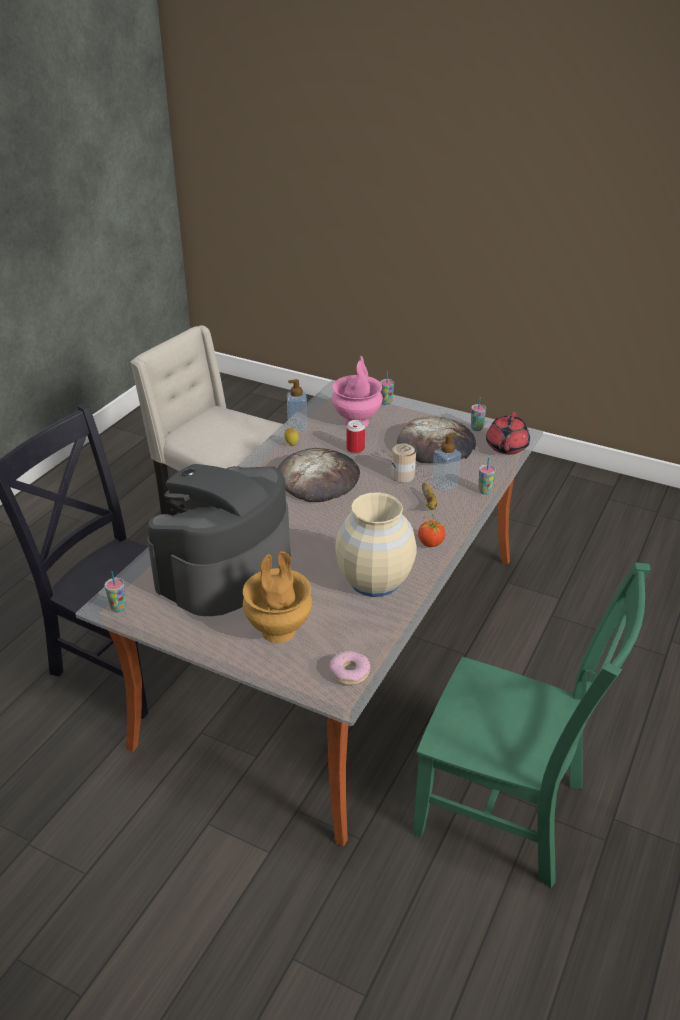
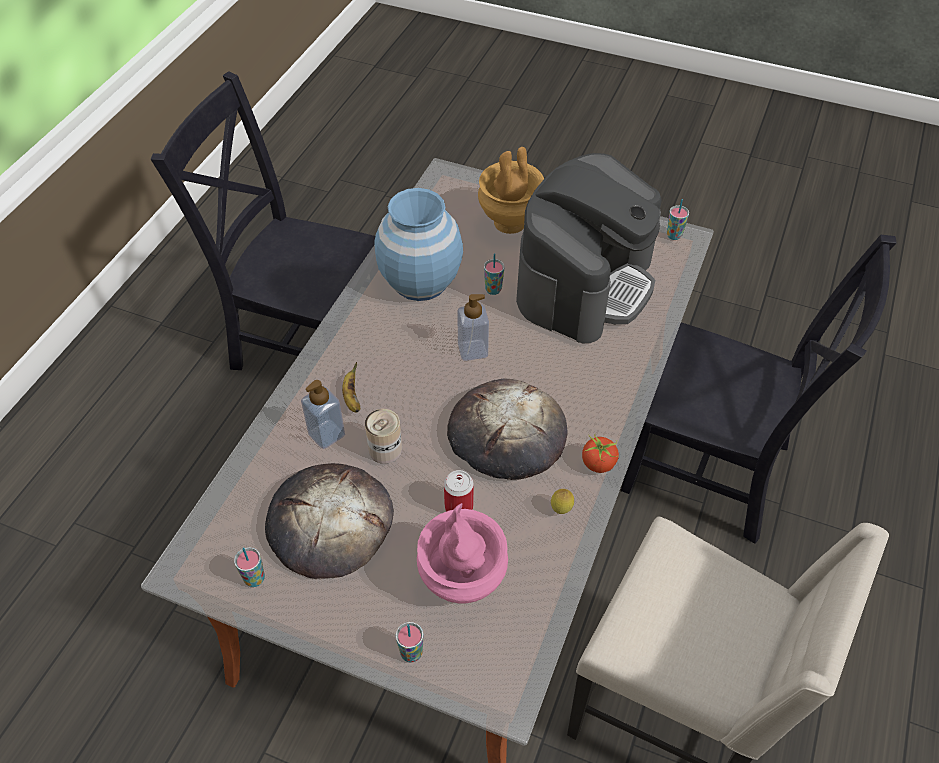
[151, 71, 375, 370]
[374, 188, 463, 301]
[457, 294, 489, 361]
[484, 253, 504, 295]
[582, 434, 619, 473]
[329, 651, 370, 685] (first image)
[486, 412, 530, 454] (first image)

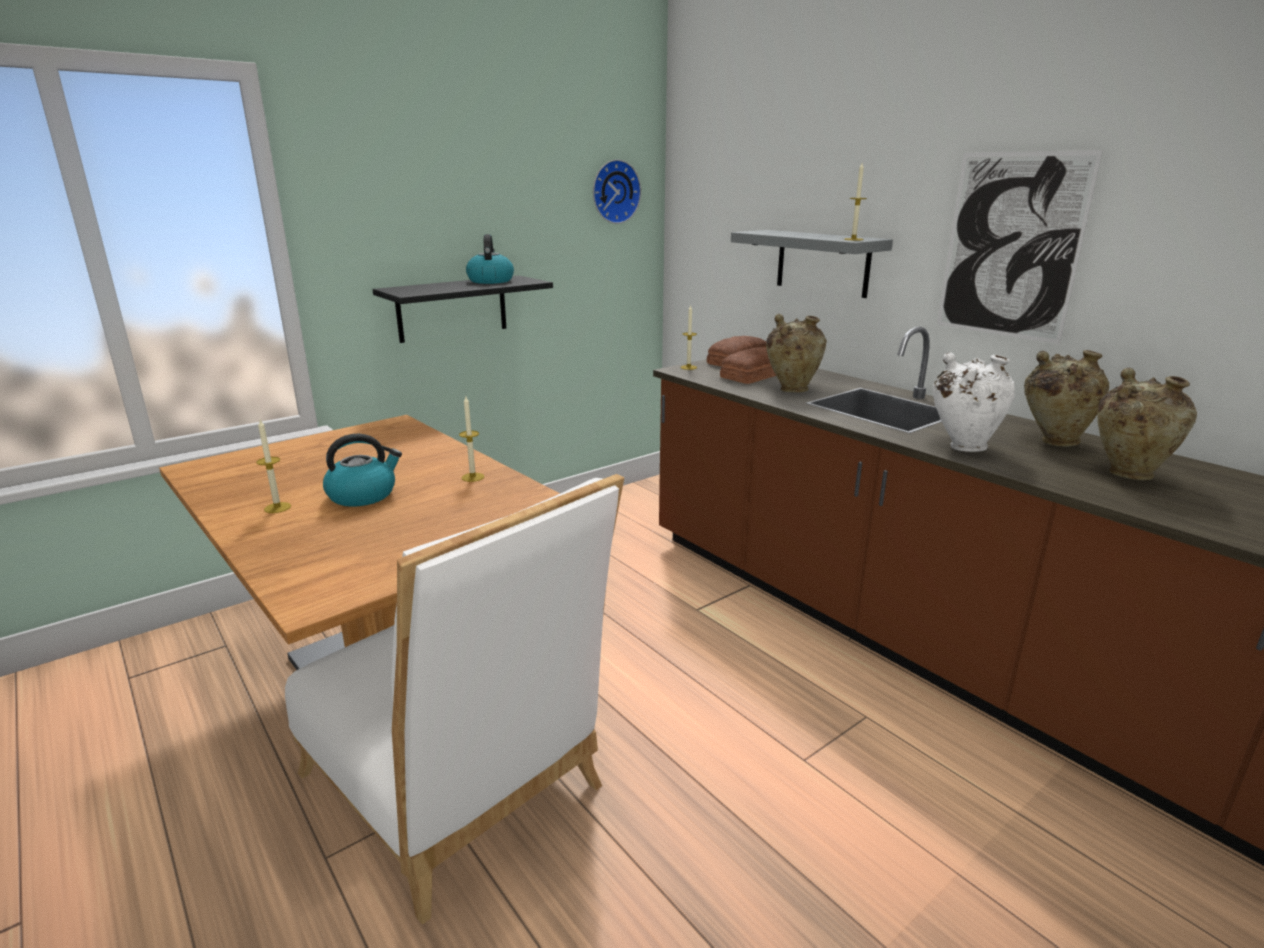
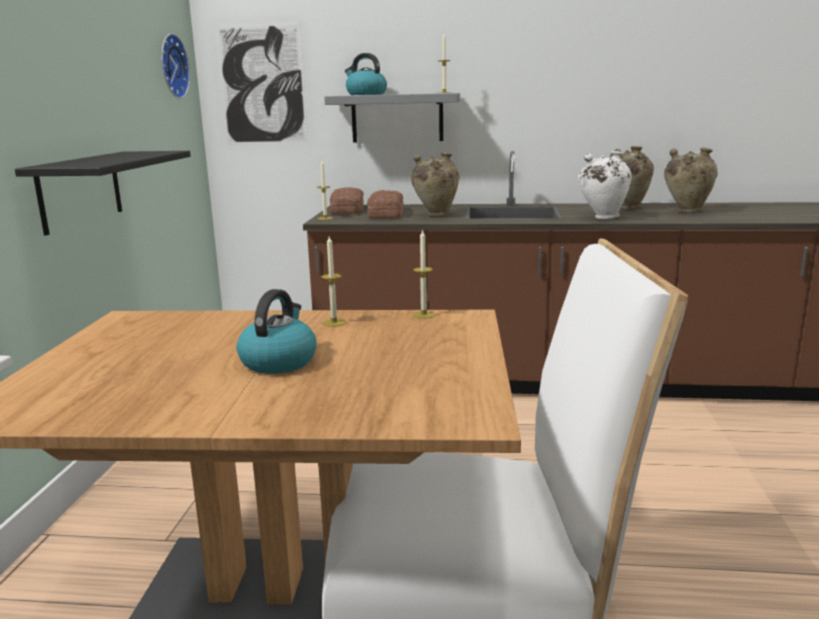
[215, 22, 308, 145]
[345, 53, 387, 95]
[412, 229, 435, 319]

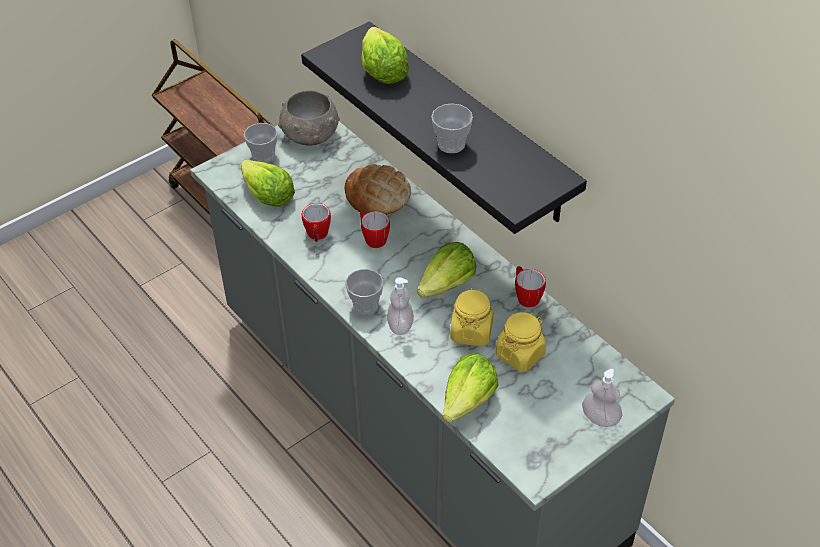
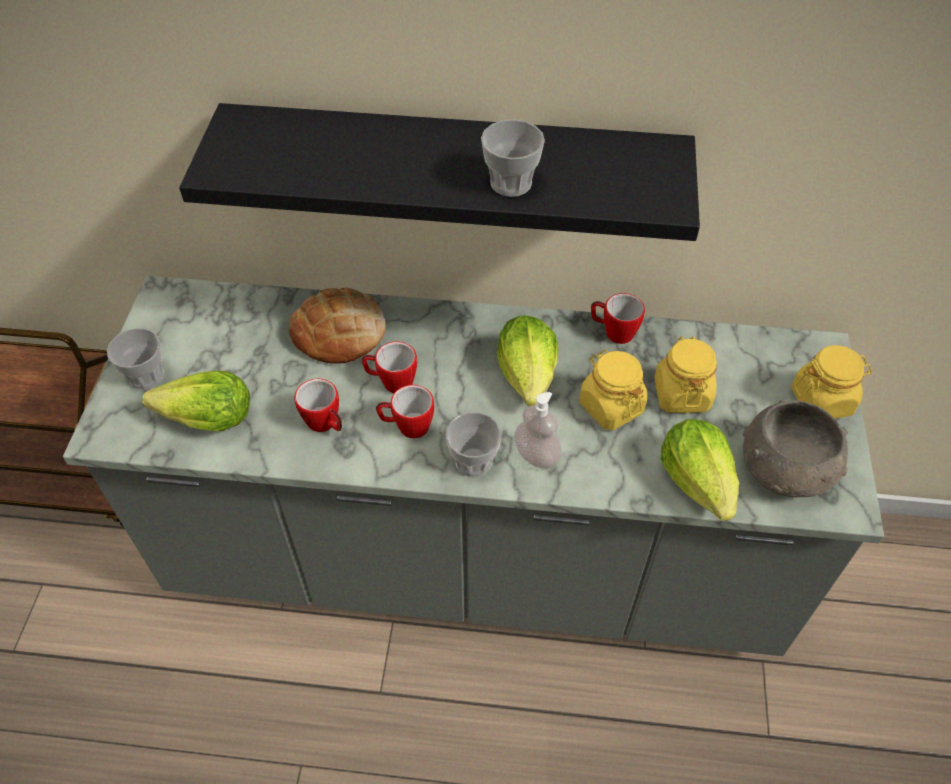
[376, 385, 434, 438]
[743, 399, 848, 497]
[791, 345, 872, 419]
[361, 27, 409, 84] (first image)

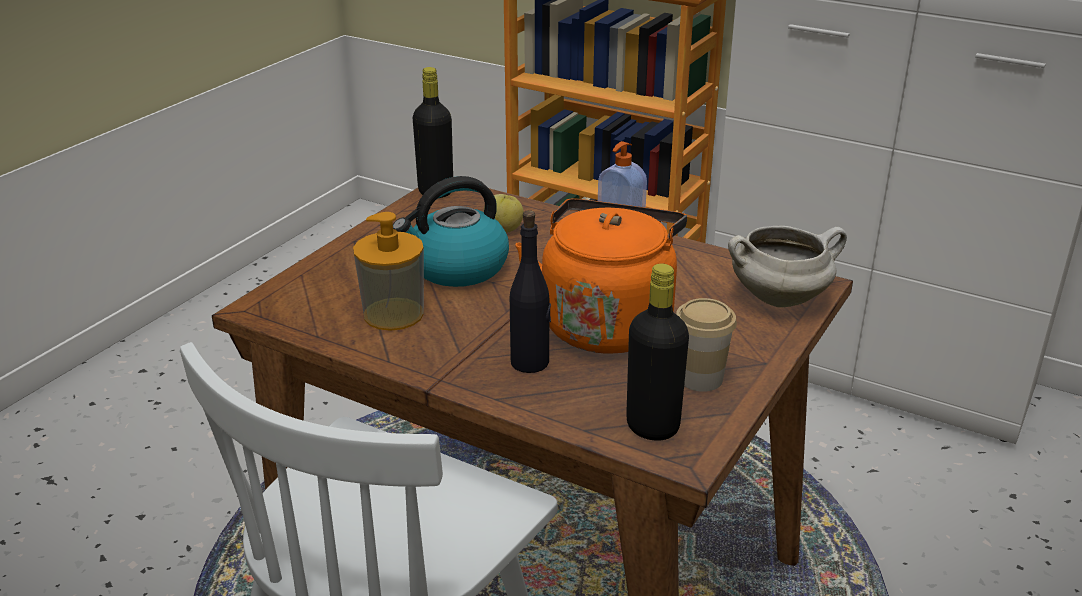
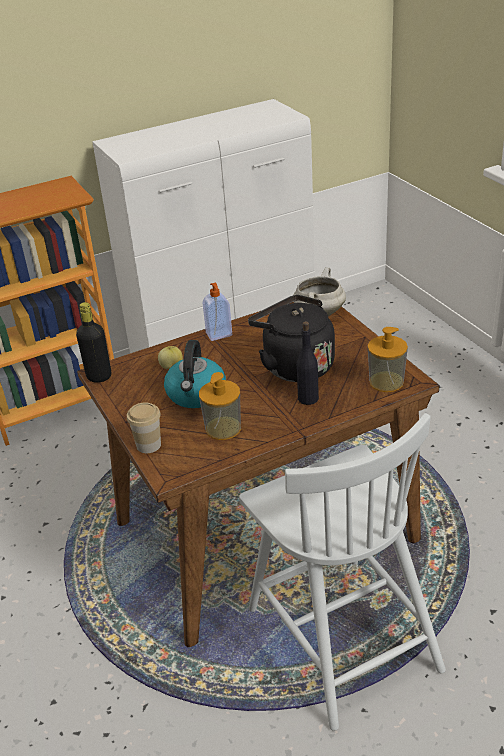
[127, 402, 161, 453]
[248, 295, 335, 382]
[368, 327, 408, 392]

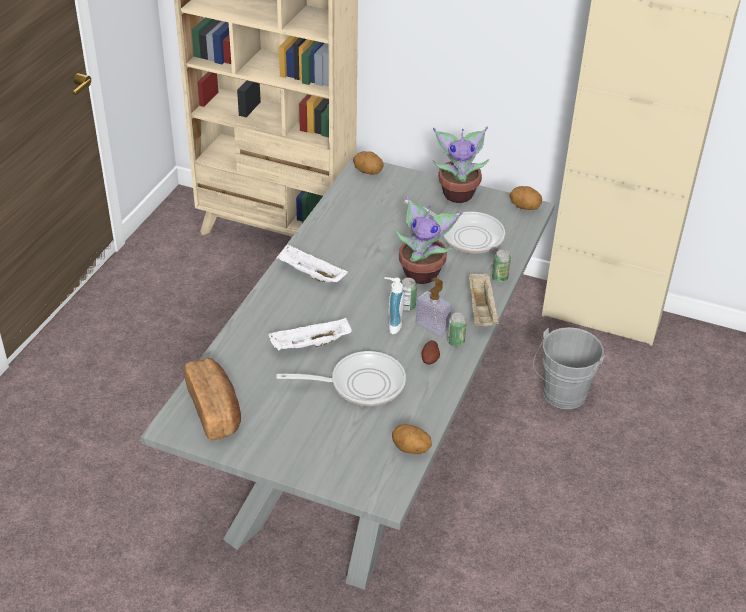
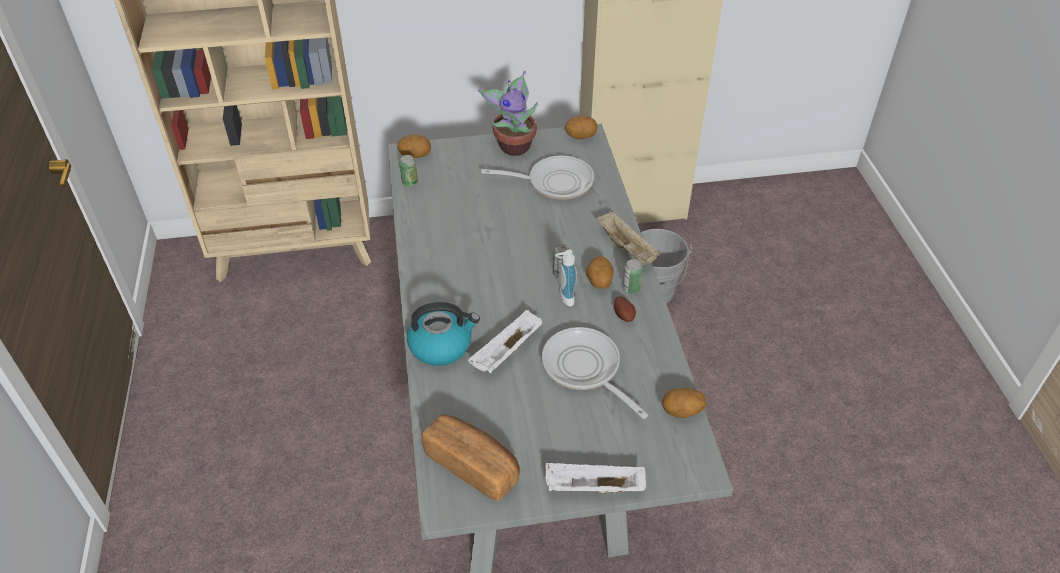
[399, 155, 418, 187]
[407, 302, 480, 366]
[542, 327, 648, 419]
[545, 463, 647, 493]
[586, 256, 613, 289]
[395, 196, 463, 284] (first image)

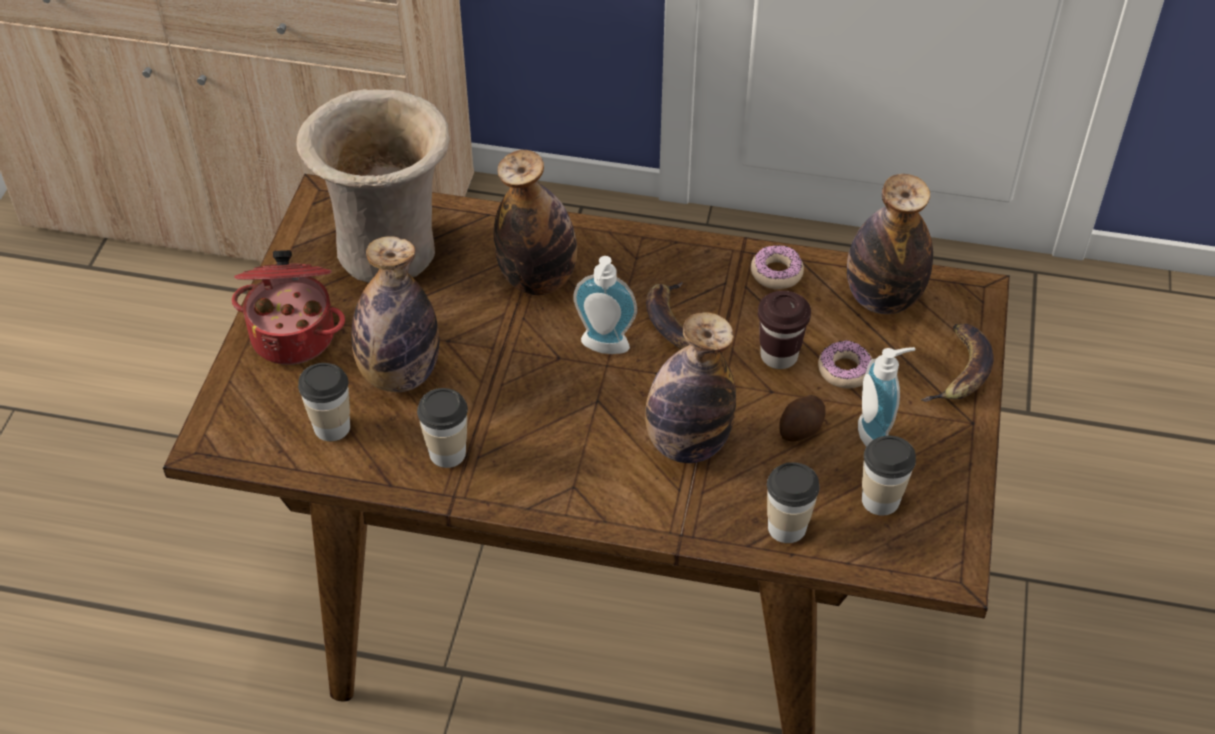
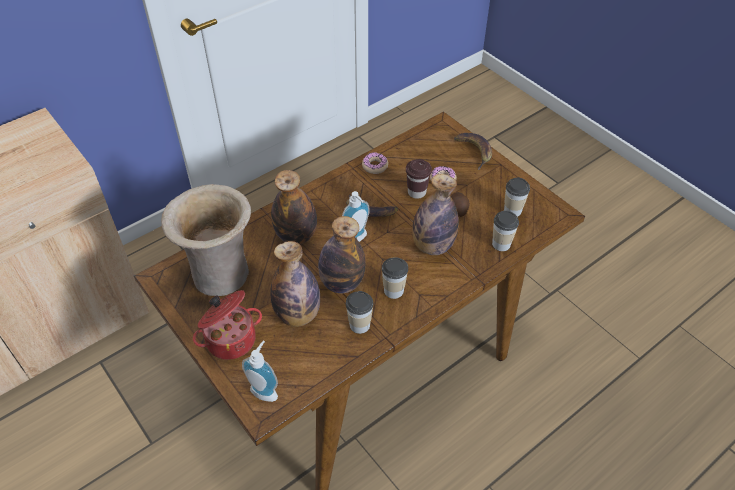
[242, 340, 278, 402]
[318, 216, 365, 293]
[382, 257, 408, 299]

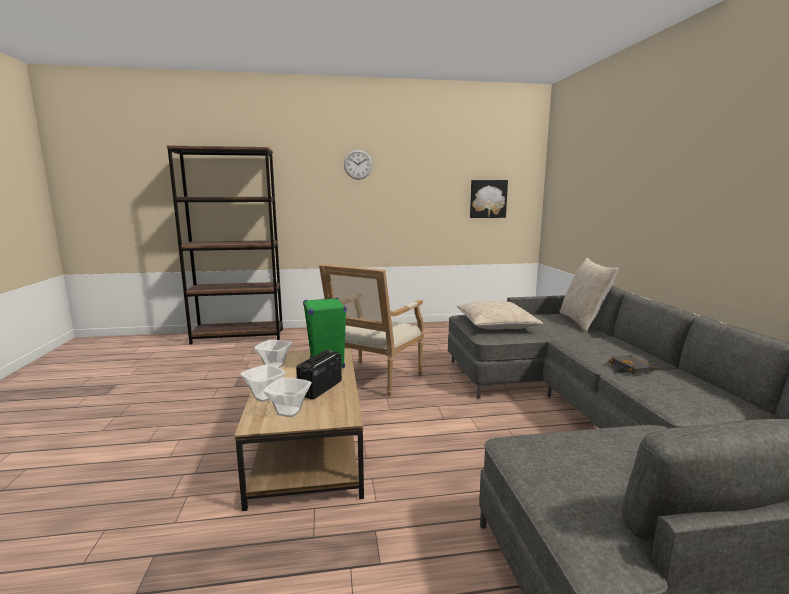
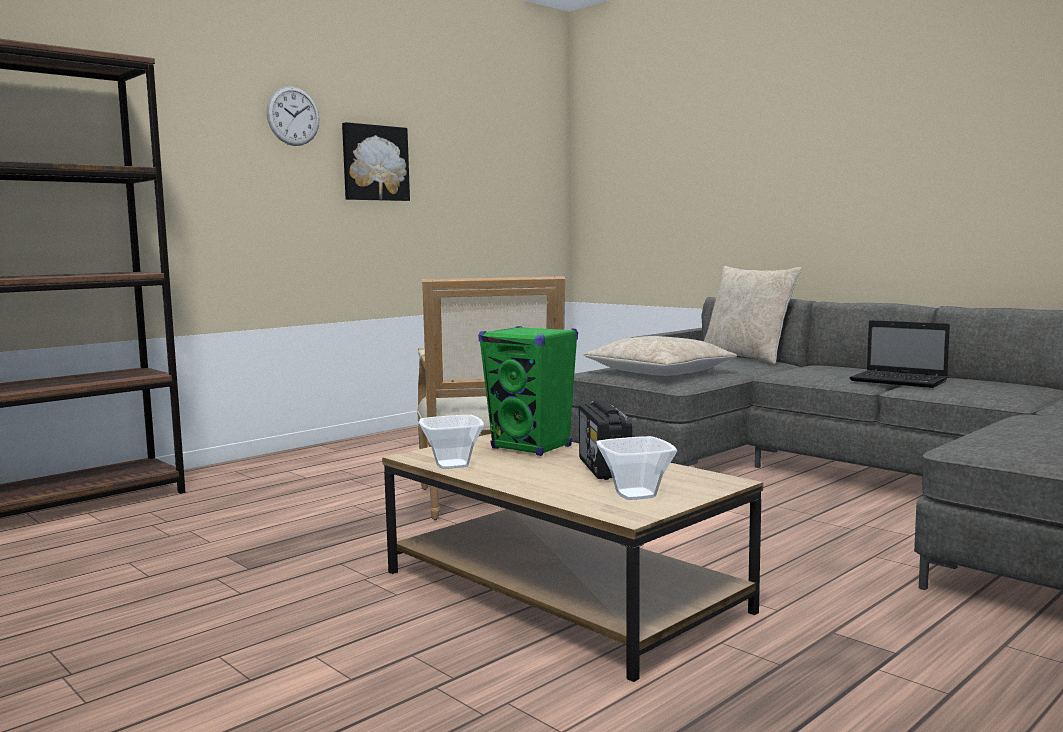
[342, 122, 410, 201]
[849, 320, 950, 388]
[240, 364, 286, 402] (first image)

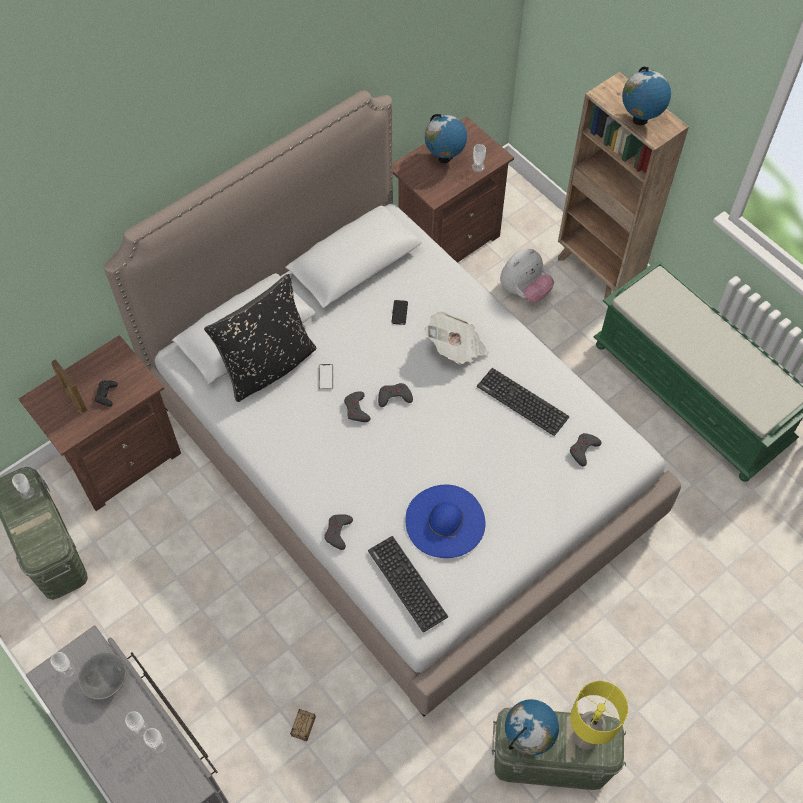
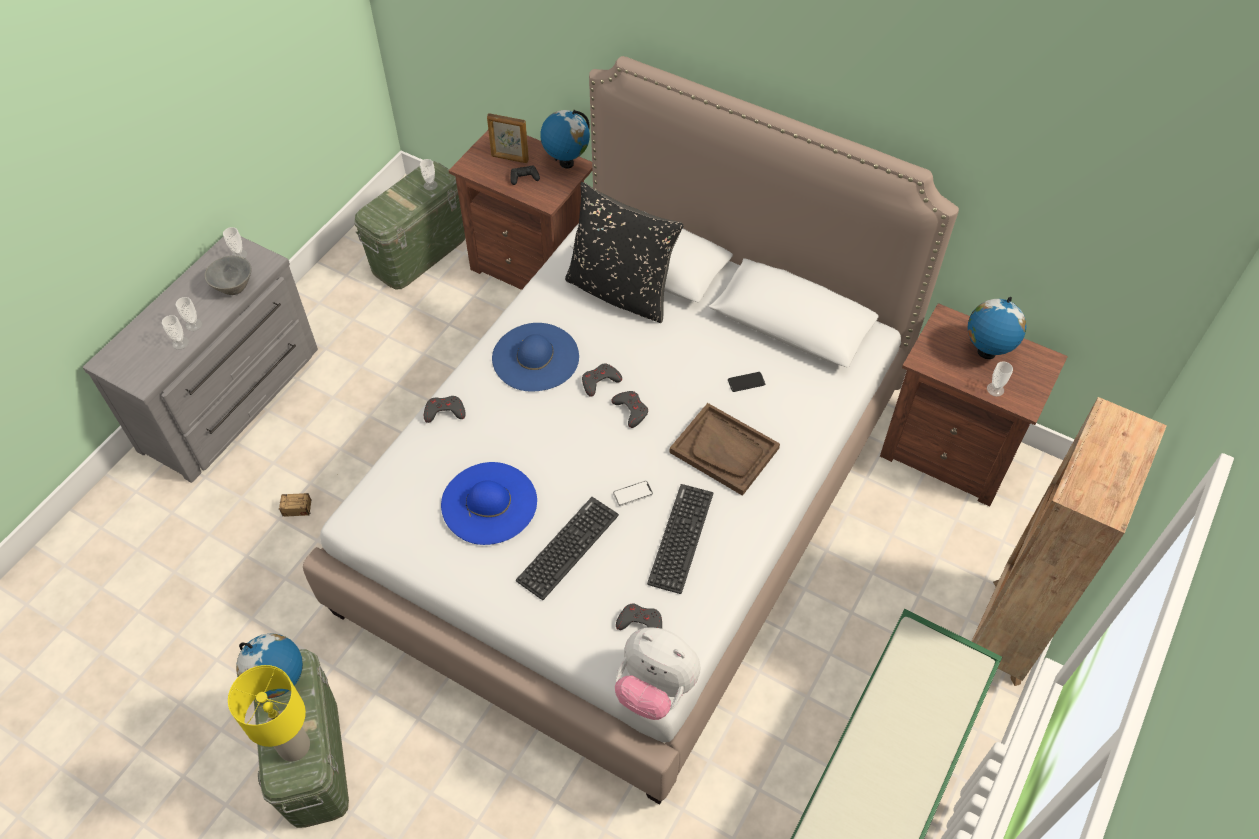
[487, 113, 529, 163]
[492, 323, 579, 391]
[516, 497, 619, 600]
[540, 110, 590, 169]
[613, 481, 653, 506]
[615, 628, 700, 720]
[669, 403, 780, 496]

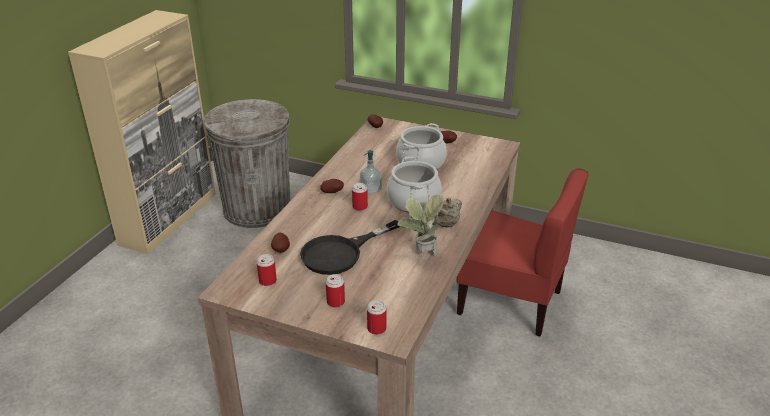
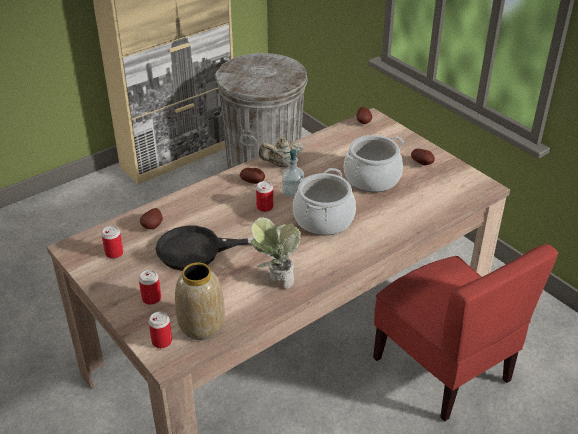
[175, 263, 225, 340]
[259, 137, 303, 167]

